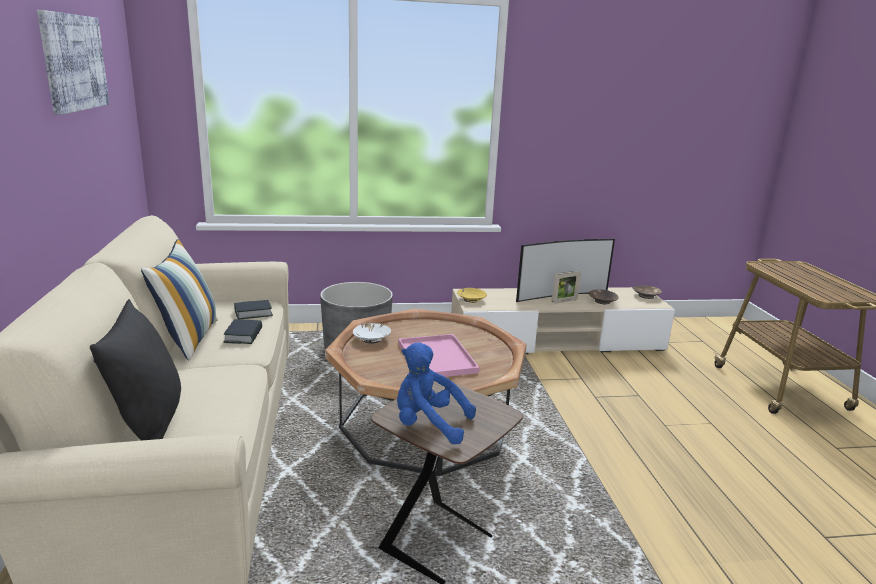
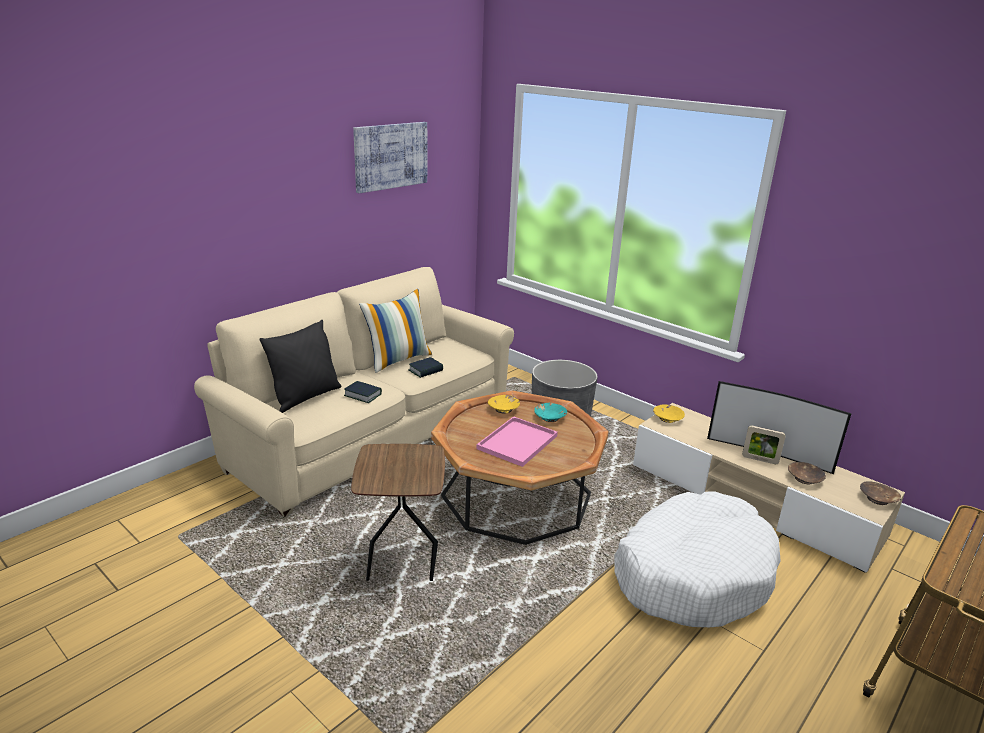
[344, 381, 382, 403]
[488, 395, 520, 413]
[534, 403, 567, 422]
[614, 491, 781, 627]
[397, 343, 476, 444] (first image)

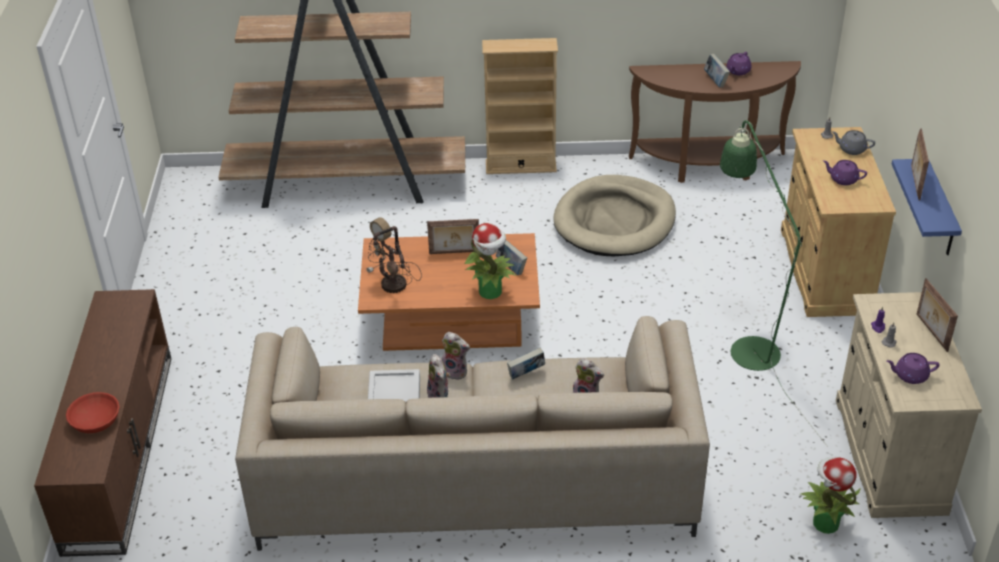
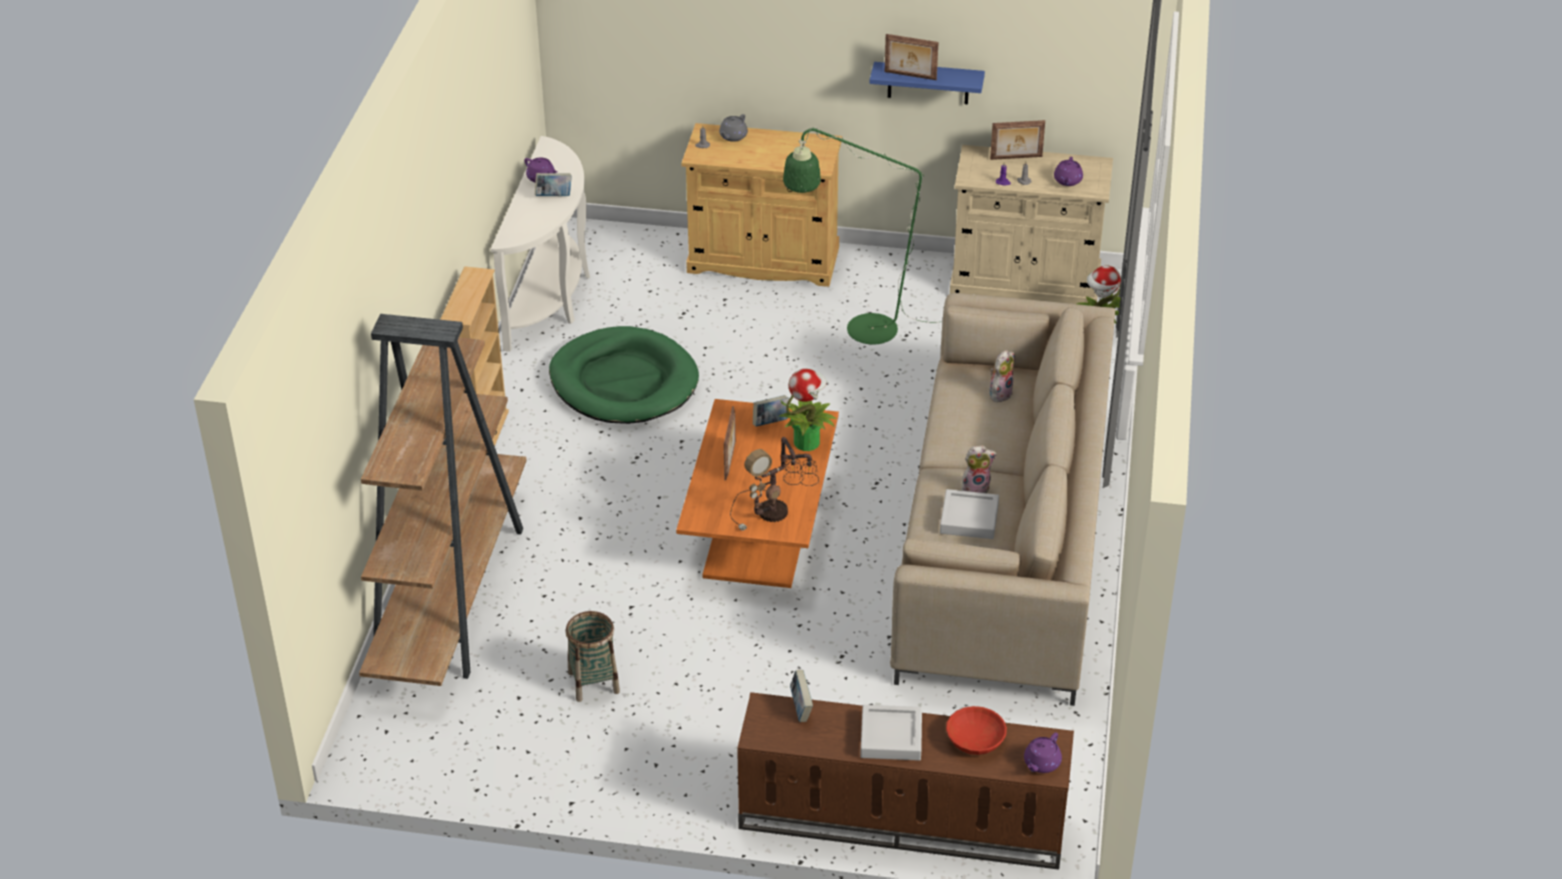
[491, 136, 590, 352]
[549, 326, 699, 424]
[566, 611, 620, 702]
[790, 670, 813, 722]
[860, 705, 922, 761]
[1024, 732, 1062, 773]
[441, 332, 470, 380] (first image)

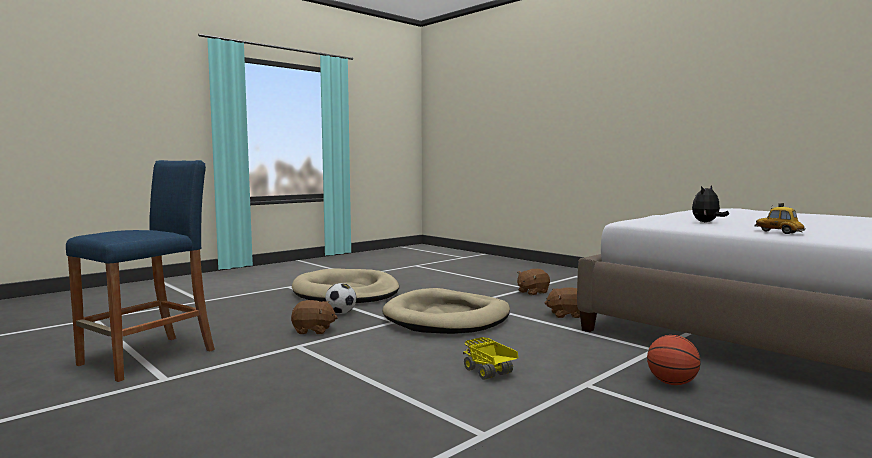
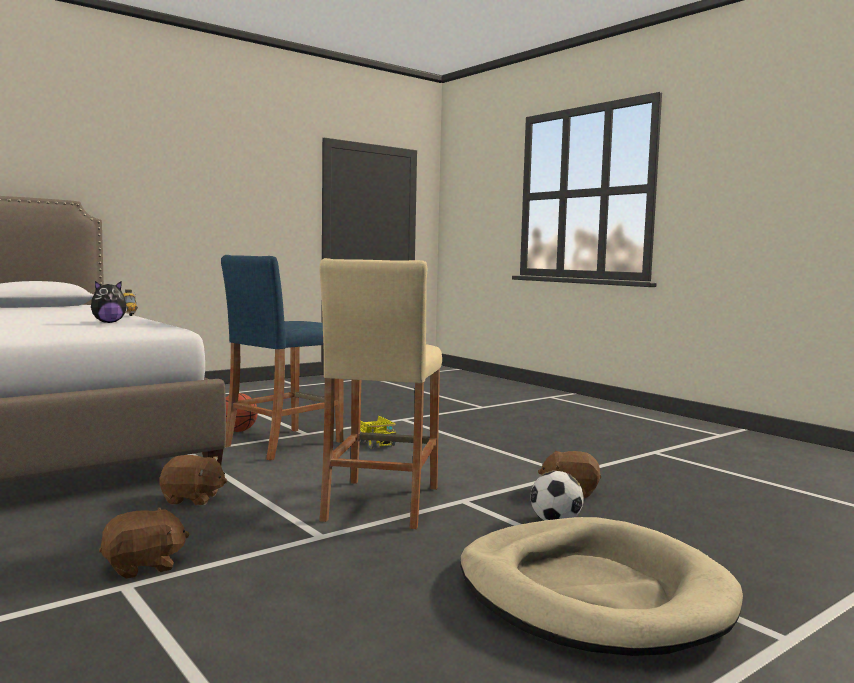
[221, 255, 344, 460]
[319, 258, 442, 529]

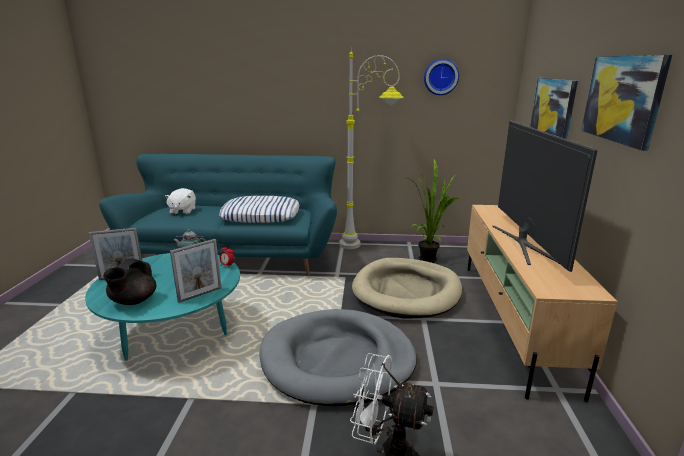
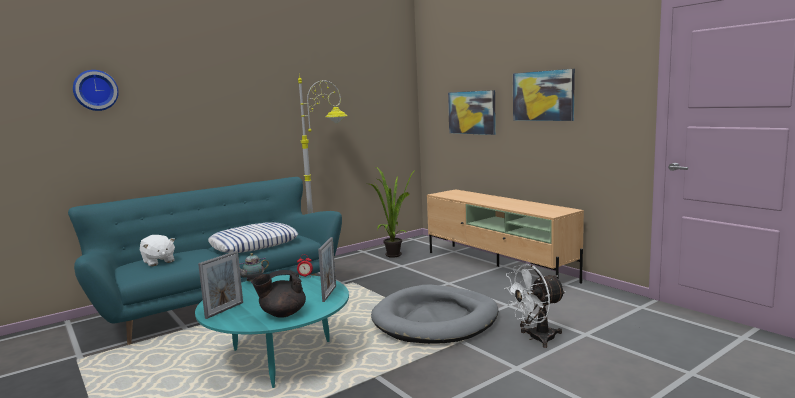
[73, 70, 119, 111]
[252, 270, 306, 318]
[352, 258, 462, 318] (first image)
[492, 121, 598, 272] (first image)

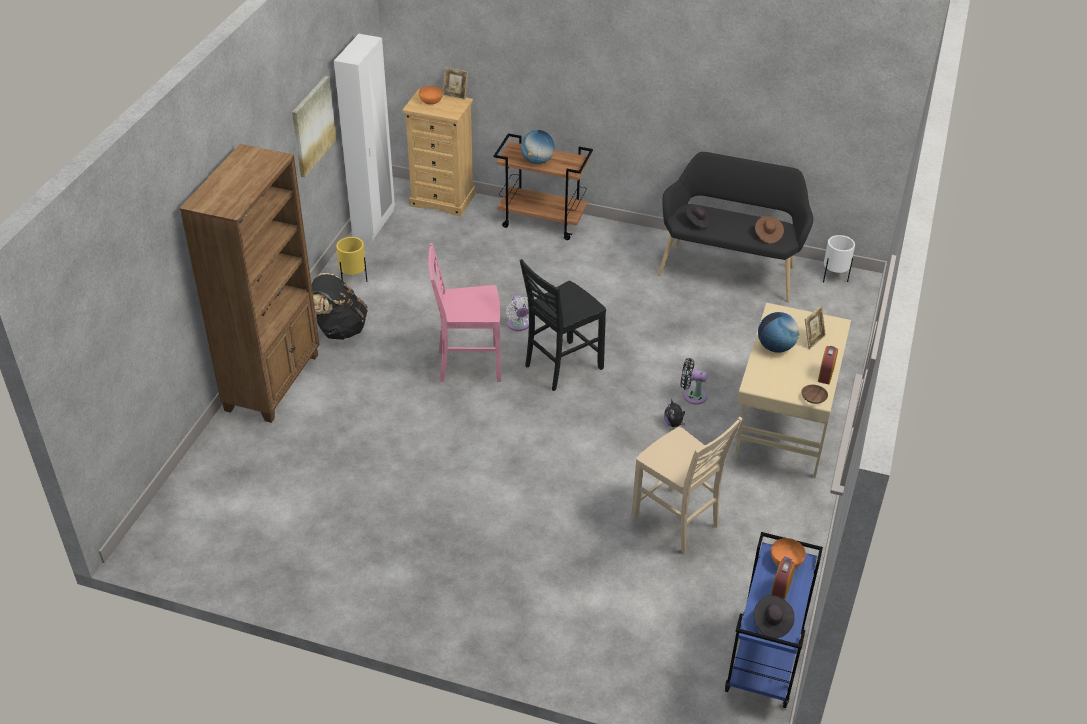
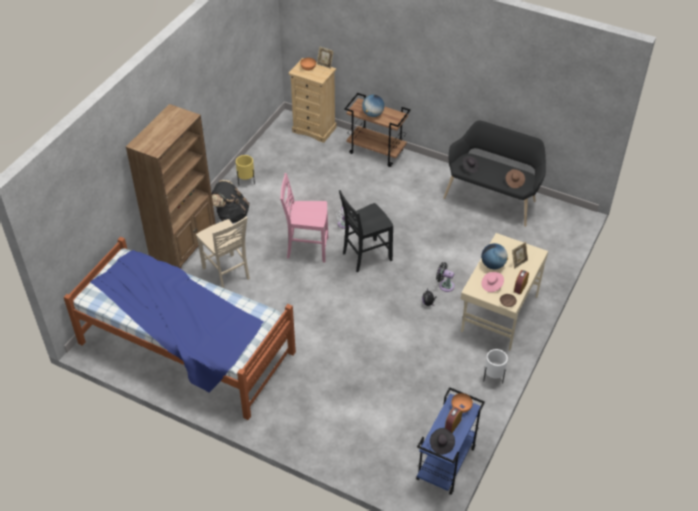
[64, 237, 296, 420]
[196, 217, 250, 288]
[481, 272, 504, 292]
[483, 349, 508, 383]
[292, 76, 336, 178] (first image)
[334, 34, 395, 241] (first image)

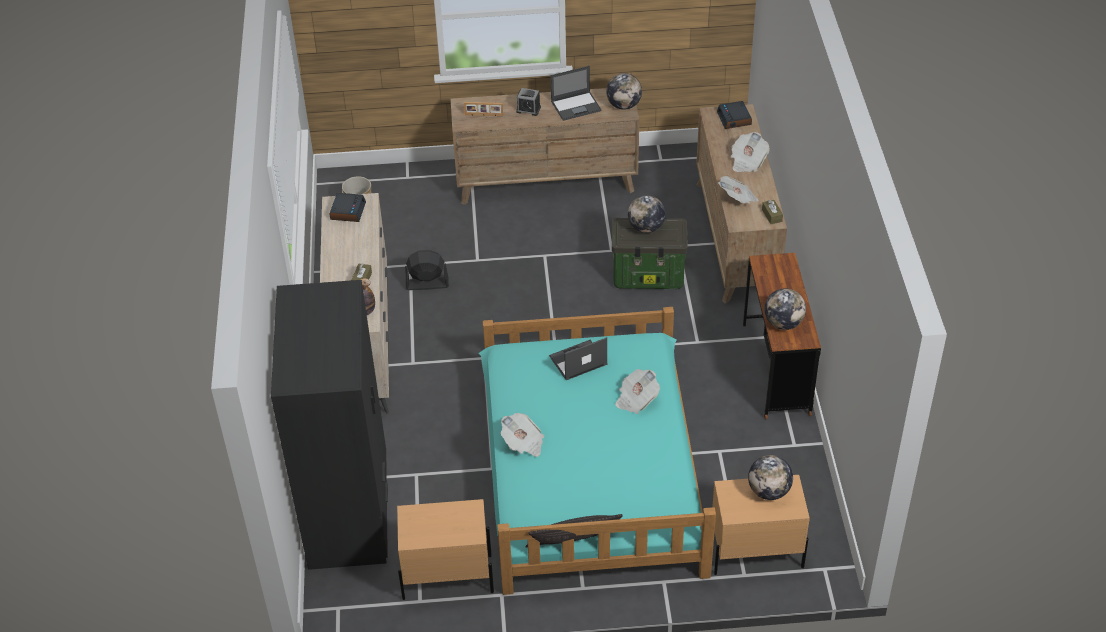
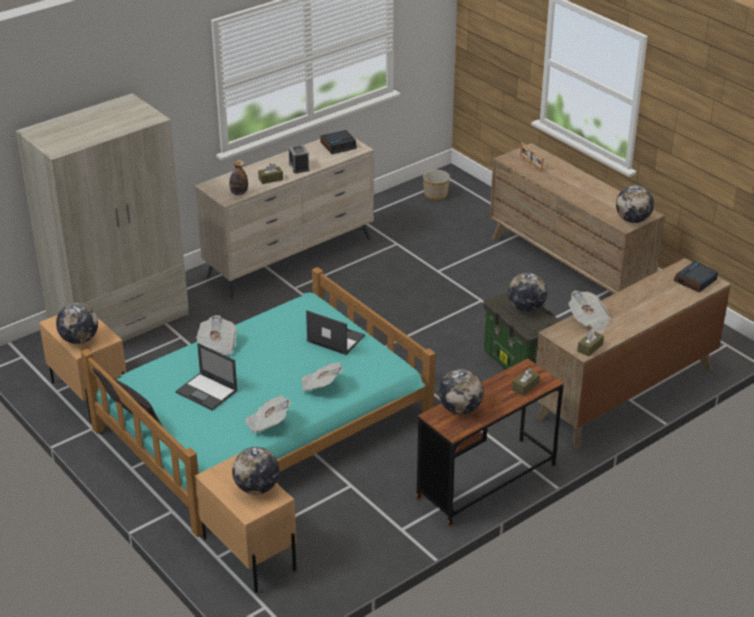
[16, 93, 189, 342]
[56, 303, 98, 344]
[176, 343, 238, 411]
[245, 396, 291, 434]
[288, 145, 309, 173]
[512, 368, 540, 396]
[405, 250, 449, 290] (first image)

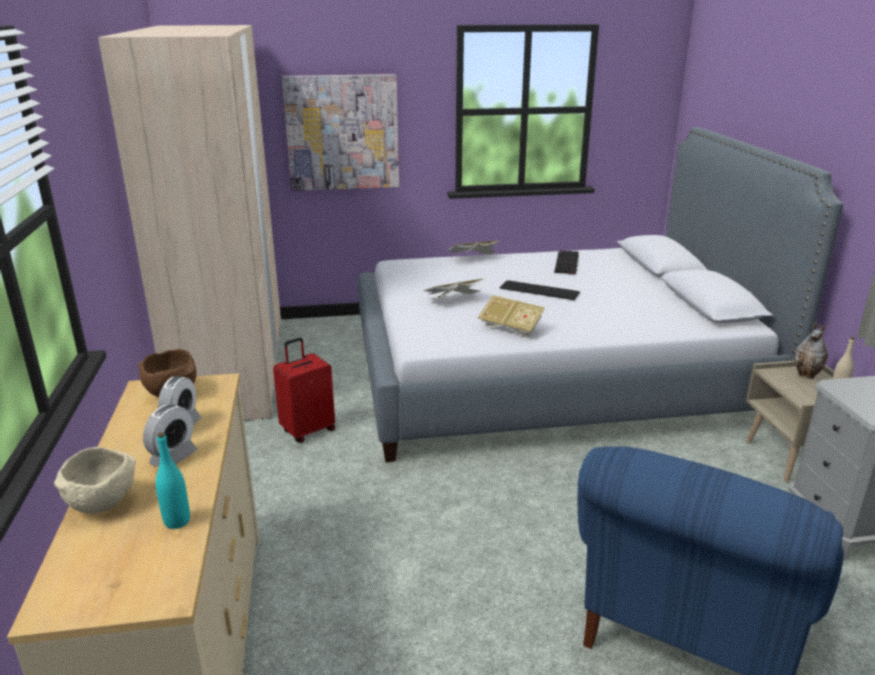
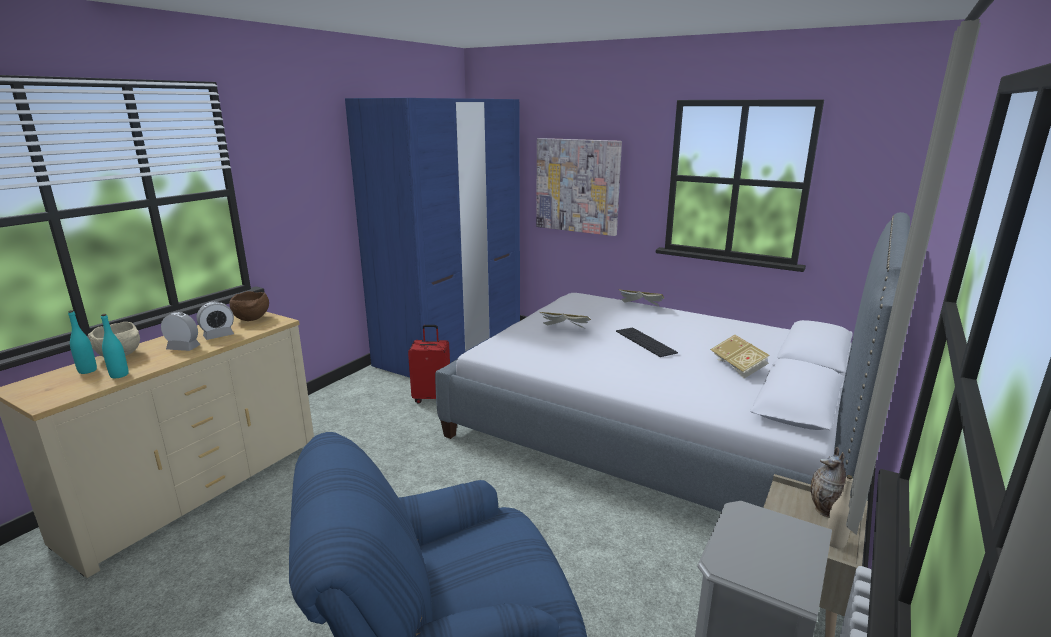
[68, 310, 97, 374]
[161, 312, 200, 351]
[345, 98, 520, 378]
[710, 335, 770, 378]
[554, 251, 579, 275] (first image)

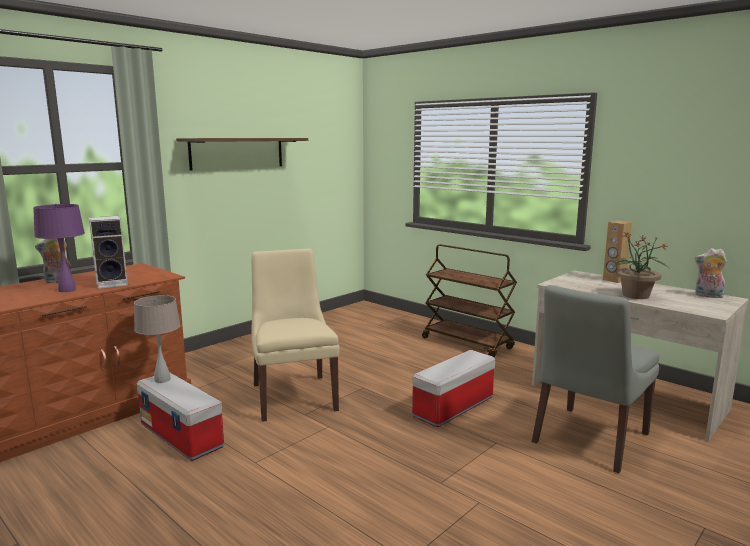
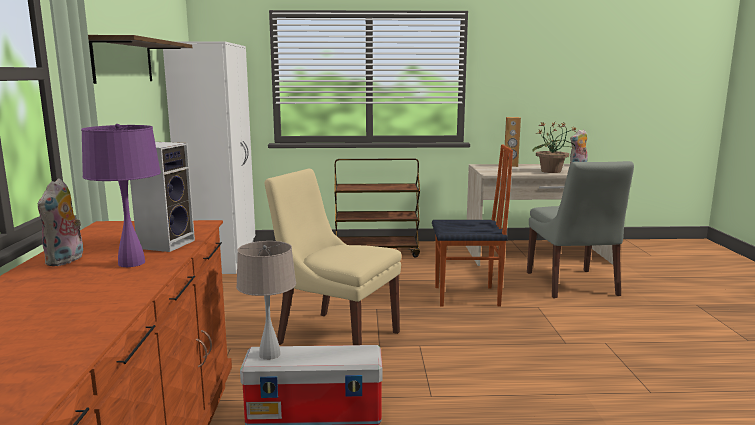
[163, 41, 255, 274]
[432, 144, 513, 307]

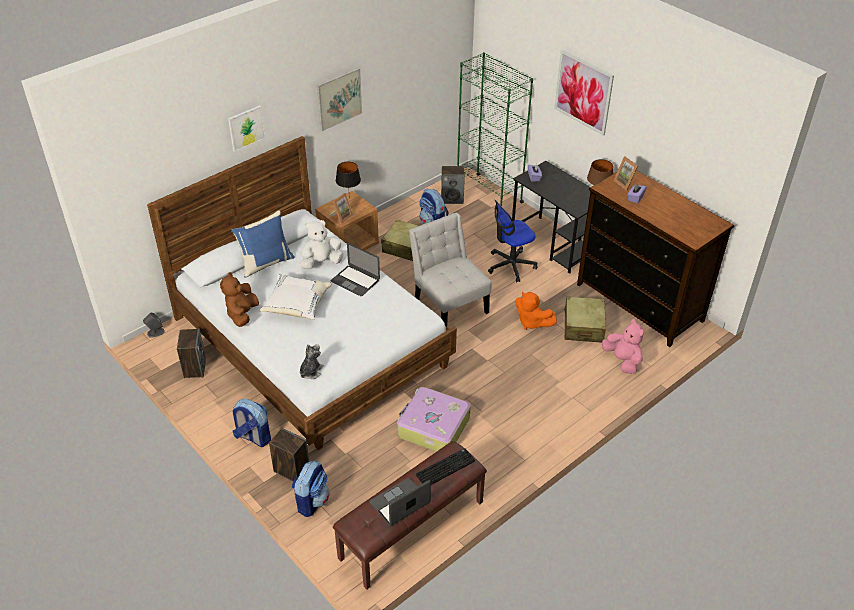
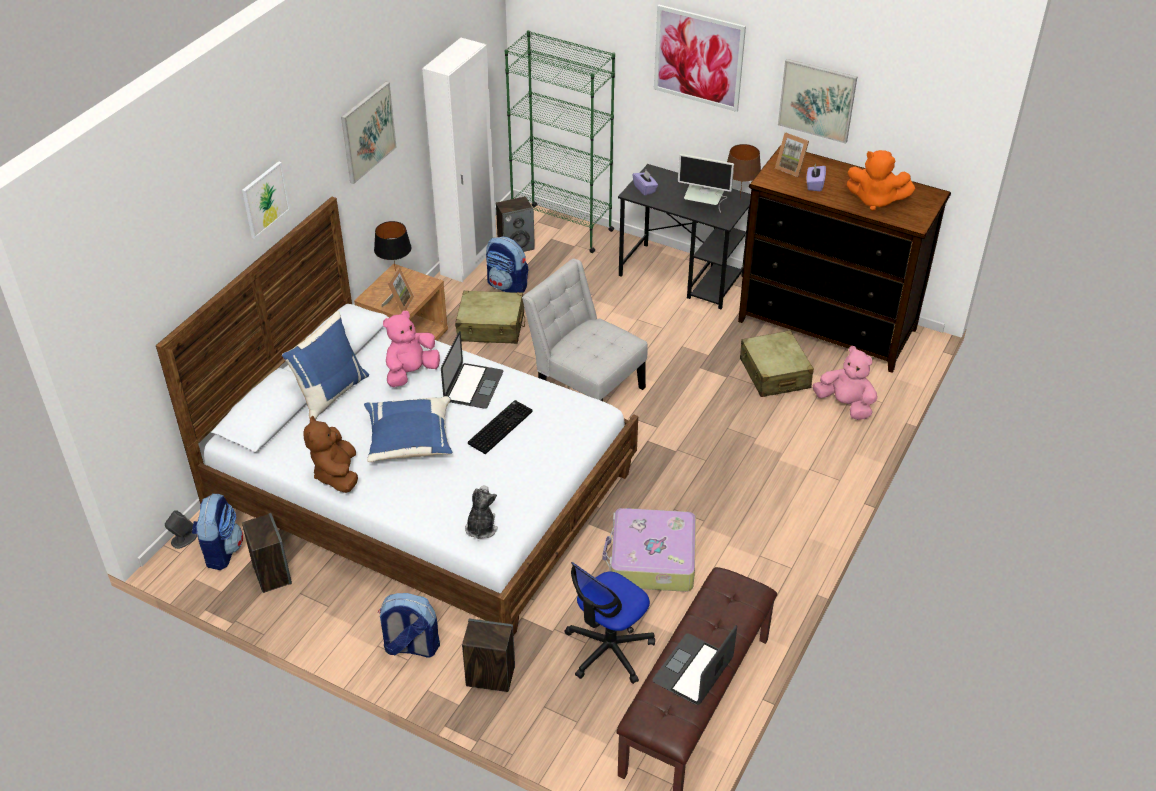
[192, 493, 243, 570]
[364, 396, 453, 462]
[383, 311, 440, 387]
[422, 38, 496, 282]
[441, 331, 503, 409]
[468, 400, 533, 454]
[565, 562, 655, 684]
[678, 154, 734, 213]
[778, 59, 857, 144]
[847, 150, 915, 211]

